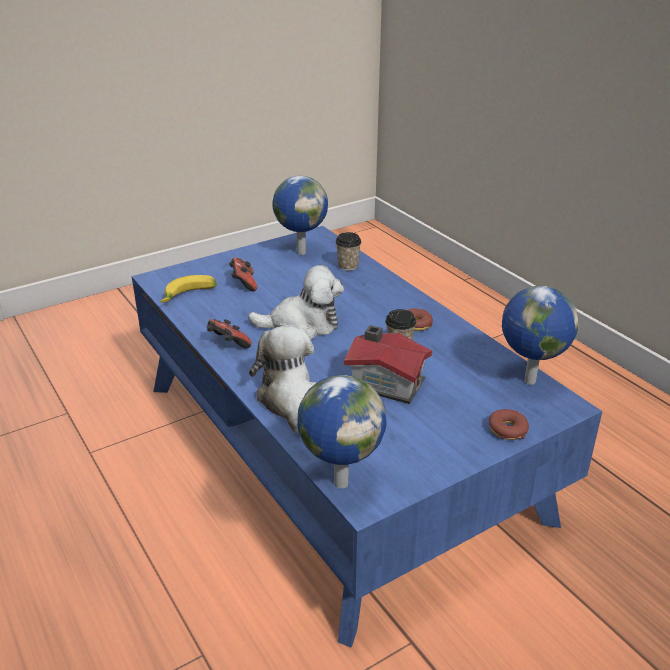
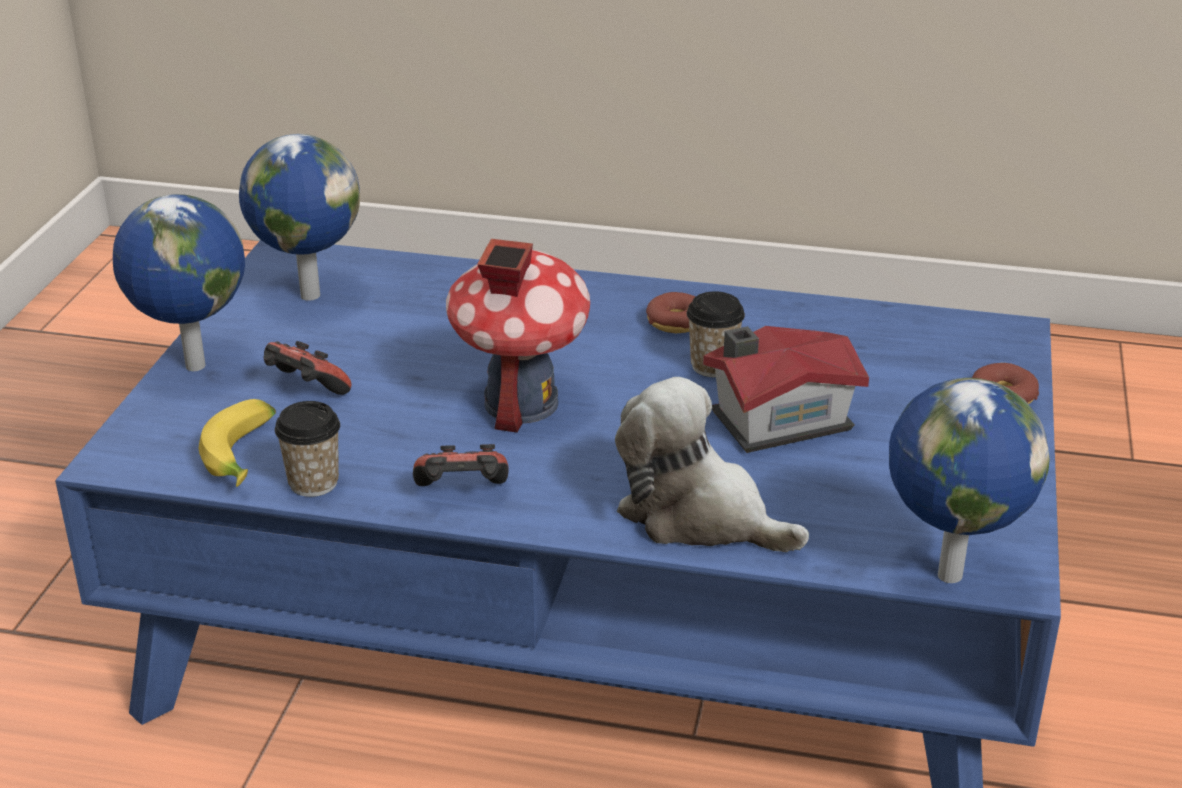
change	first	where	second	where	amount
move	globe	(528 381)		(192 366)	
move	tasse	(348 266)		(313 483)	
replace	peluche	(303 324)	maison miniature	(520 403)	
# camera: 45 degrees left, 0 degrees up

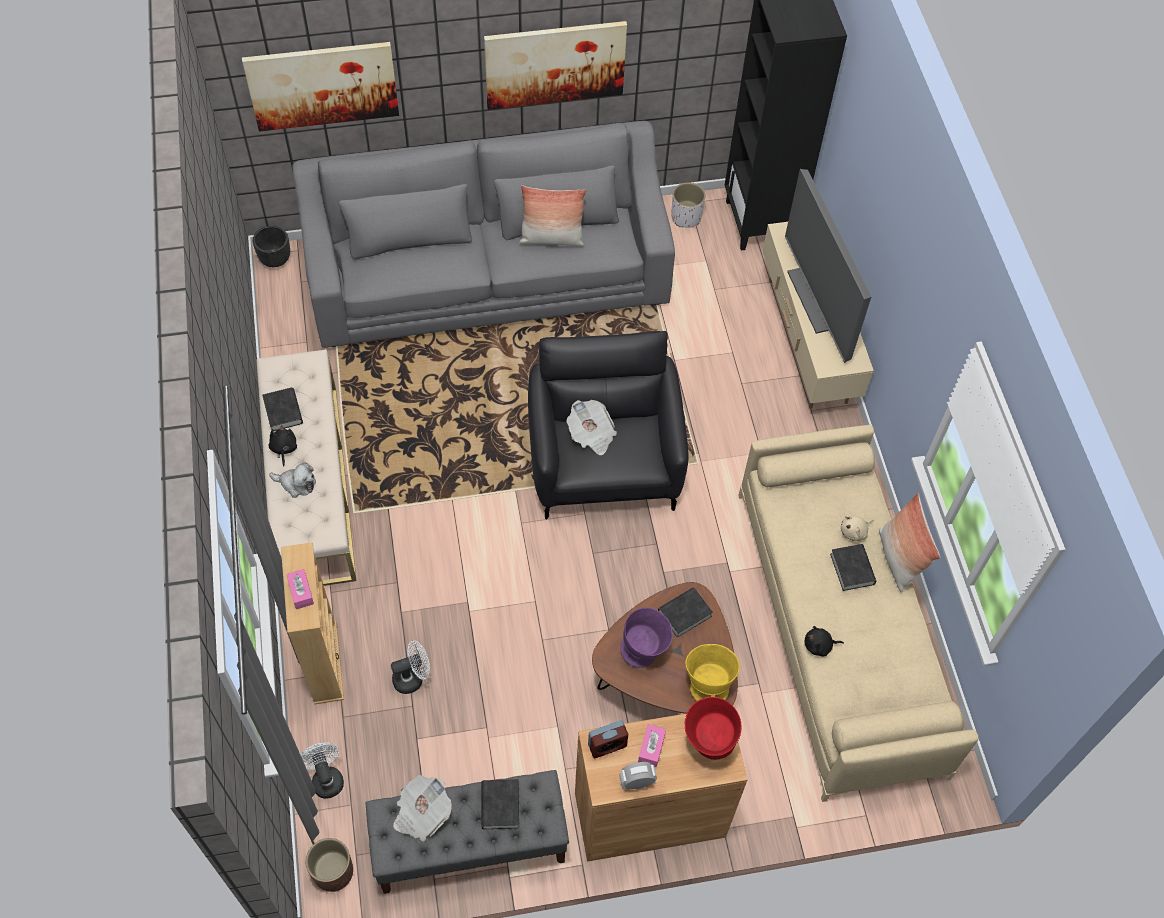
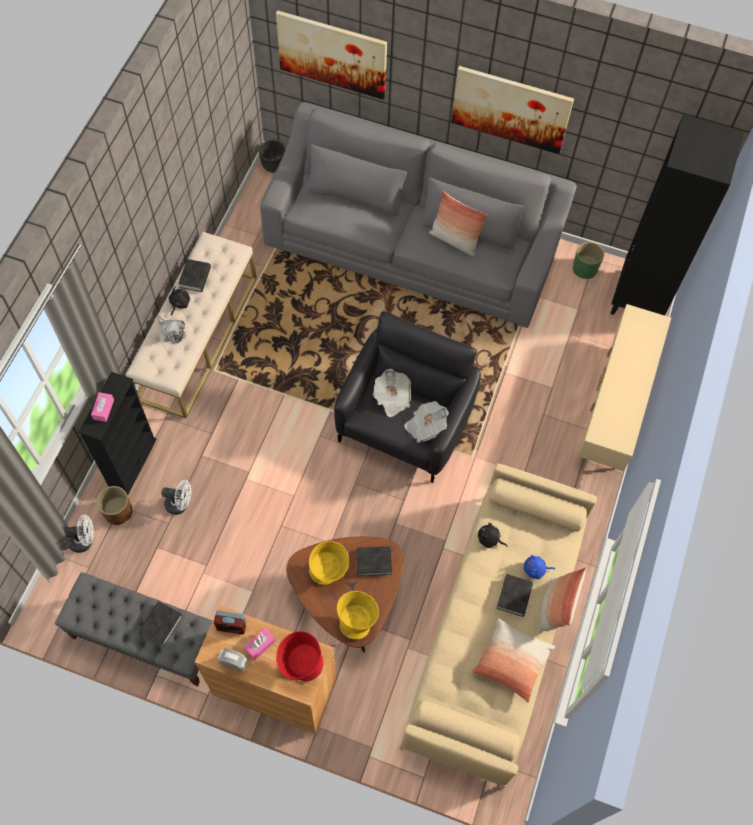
change	first	where	second	where	amount
rotate	ventilateur (blanc)	(326 778)		(84 541)	75 degrees clockwise
recolor	bibliothèque (beige)	(325 662)	bibliothèque (noir)	(132 463)	
move	cache-pot (marron)	(333 872)		(118 512)	
recolor	bol (violet)	(645 650)	bol (jaune)	(329 573)	
move	journal	(421 813)		(425 426)	
insert			coussin	(512 662)	
move	peluche (noir)	(819 646)		(489 539)	
recolor	peluche (beige)	(854 531)	peluche (bleu)	(535 569)	
recolor	cache-pot (blanc)	(686 217)	cache-pot (vert)	(584 269)	
delete	téléviseur	(820 299)			
# camera: 30 degrees right, 5 degrees up

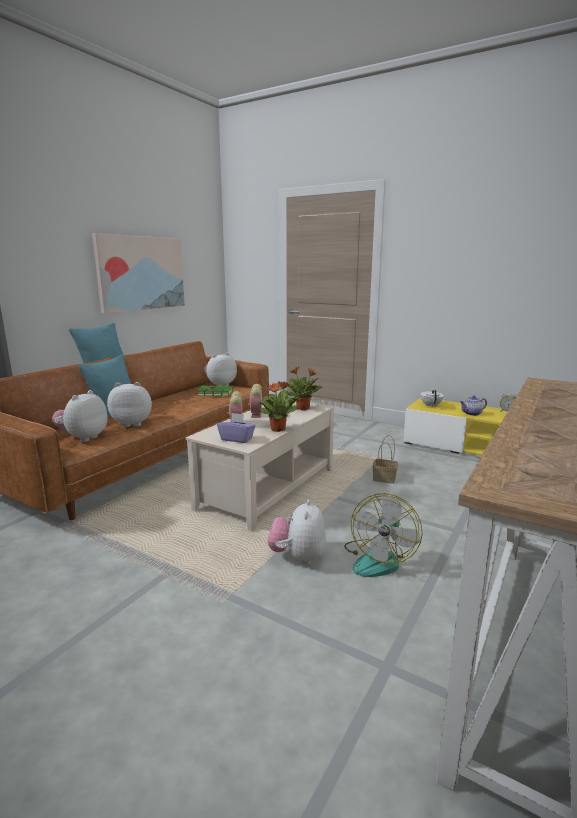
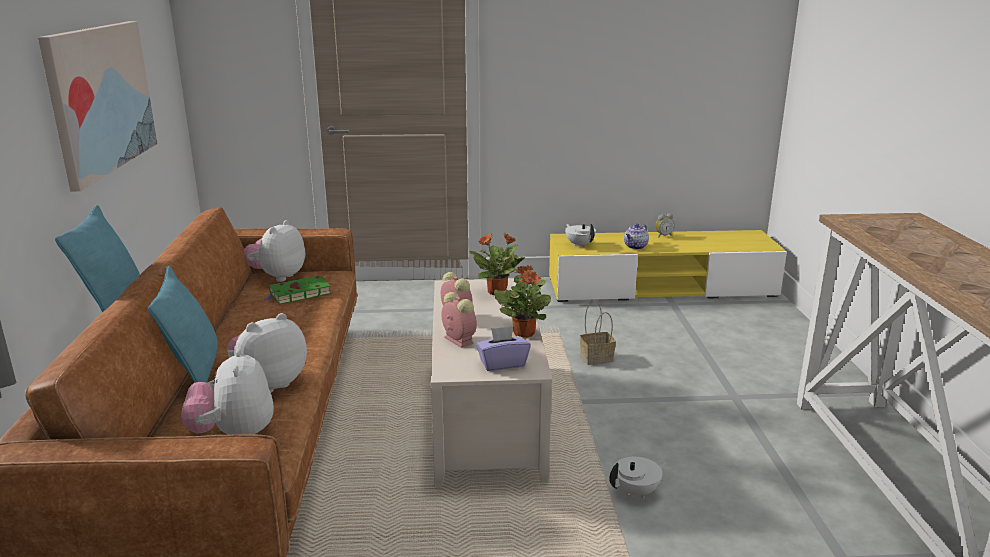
change	first	where	second	where	amount
replace	peluche	(298 557)	théière (blanc)	(637 491)	
delete	ventilateur	(378 559)			
# camera: 35 degrees left, 5 degrees up

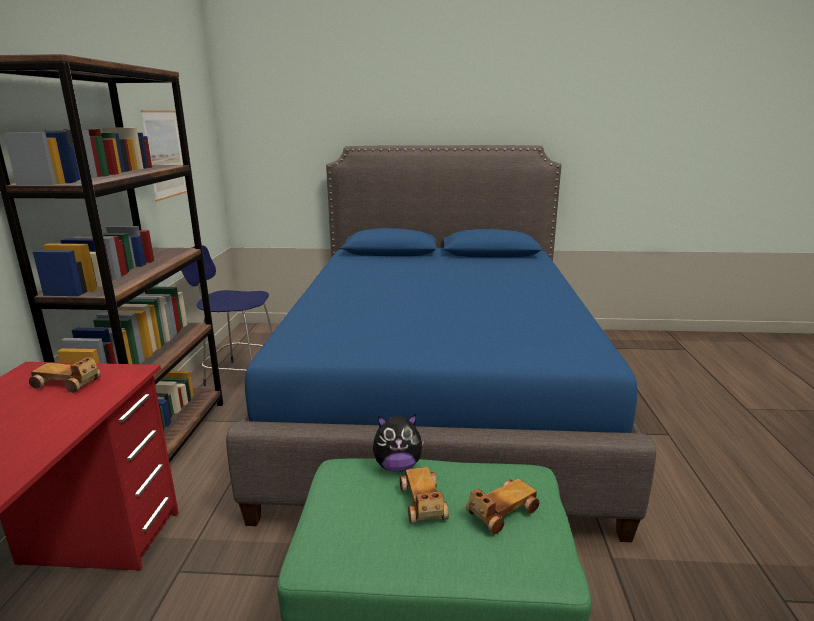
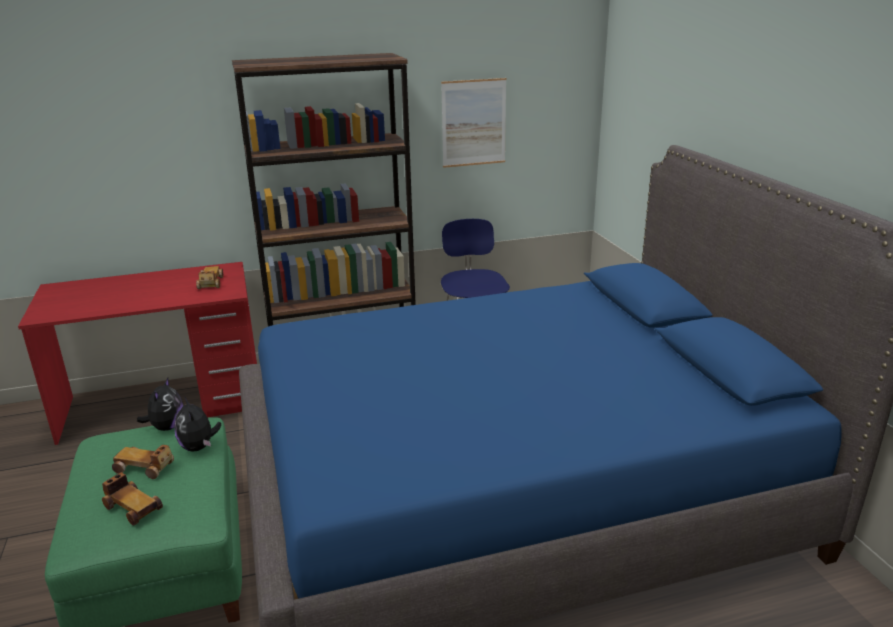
change	first	where	second	where	amount
rotate	petite voiture	(423 504)		(145 468)	135 degrees counterclockwise
insert			peluche	(166 427)	
# camera: 70 degrees right, 5 degrees up

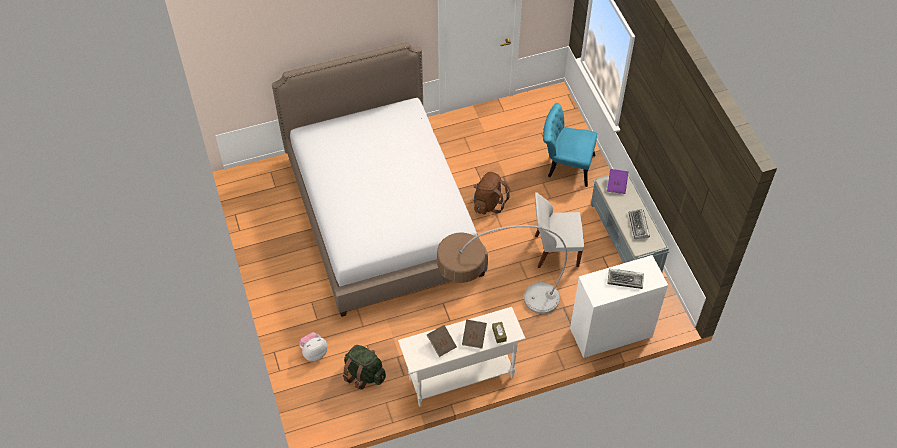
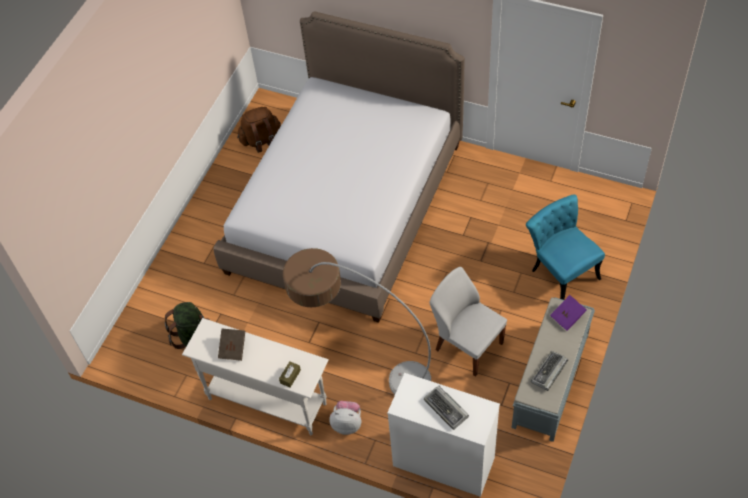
change	first	where	second	where	amount
move	sac à dos (marron)	(488 203)		(261 140)	
move	peluche	(314 352)		(347 423)	
delete	livre (marron)	(474 337)			
# camera: 45 degrees right, 0 degrees up

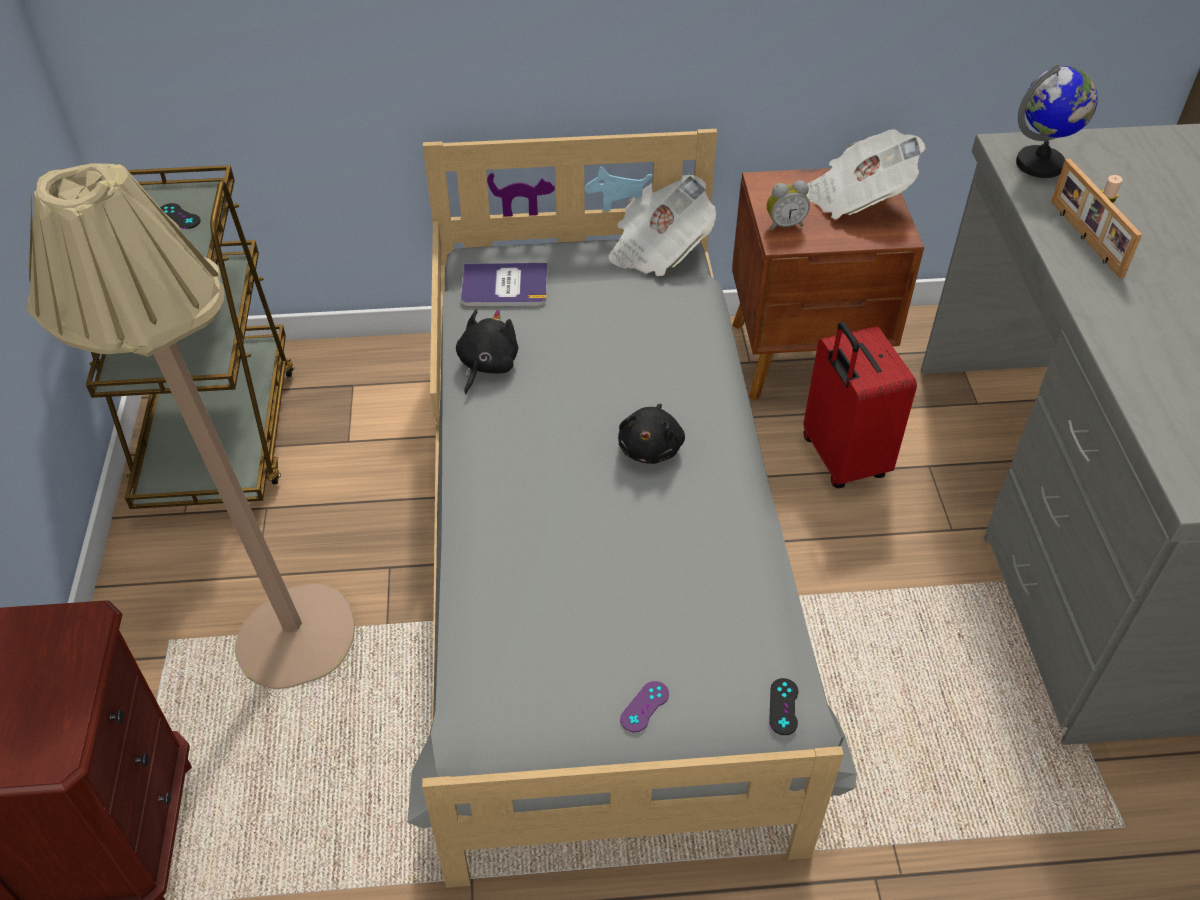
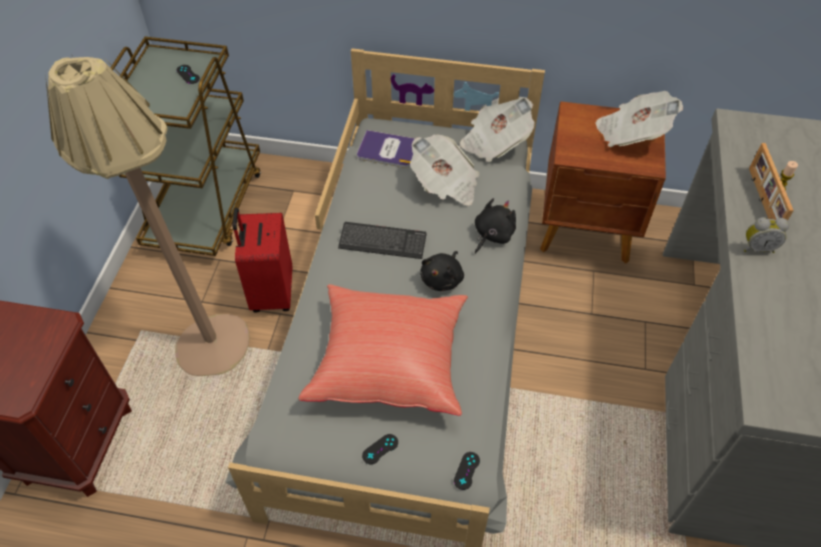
change	first	where	second	where	amount
move	valise (rouge)	(841 459)		(271 293)	
insert			coussin (rouge)	(389 362)	
insert			clavier	(382 242)	
recolor	manette (violet)	(644 707)	manette (noir)	(380 449)	
insert			journal	(445 184)	
move	peluche (noir)	(486 366)		(492 235)	
move	réveil	(784 225)		(757 247)	
delete	globe	(1040 164)			
# camera: 15 degrees right, 5 degrees up

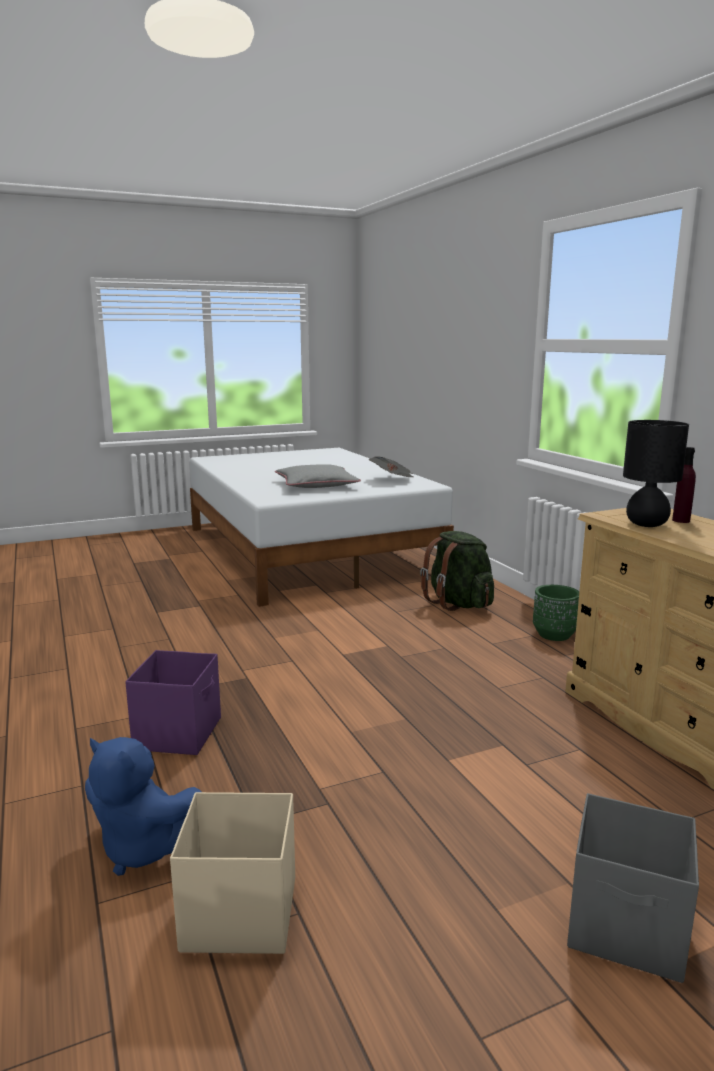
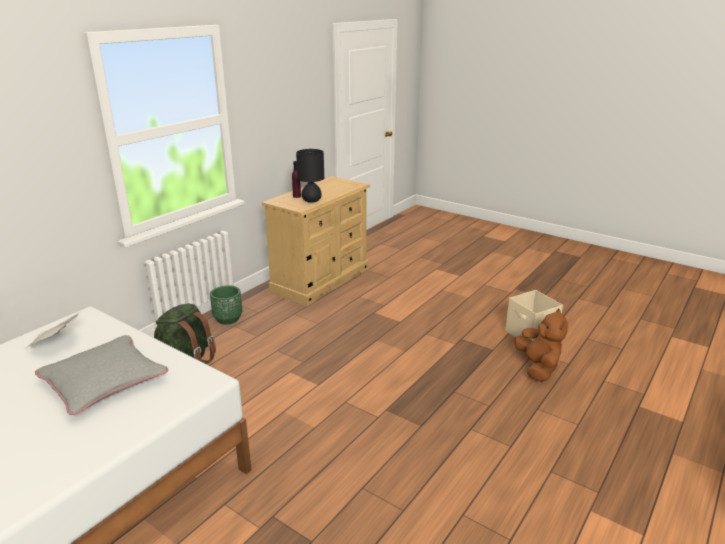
change	first	where	second	where	amount
recolor	peluche (bleu)	(146 848)	peluche (marron)	(538 367)	
delete	boîte de rangement (violet)	(179 733)			
delete	boîte de rangement (gris)	(628 929)			
# camera: 120 degrees left, 10 degrees up

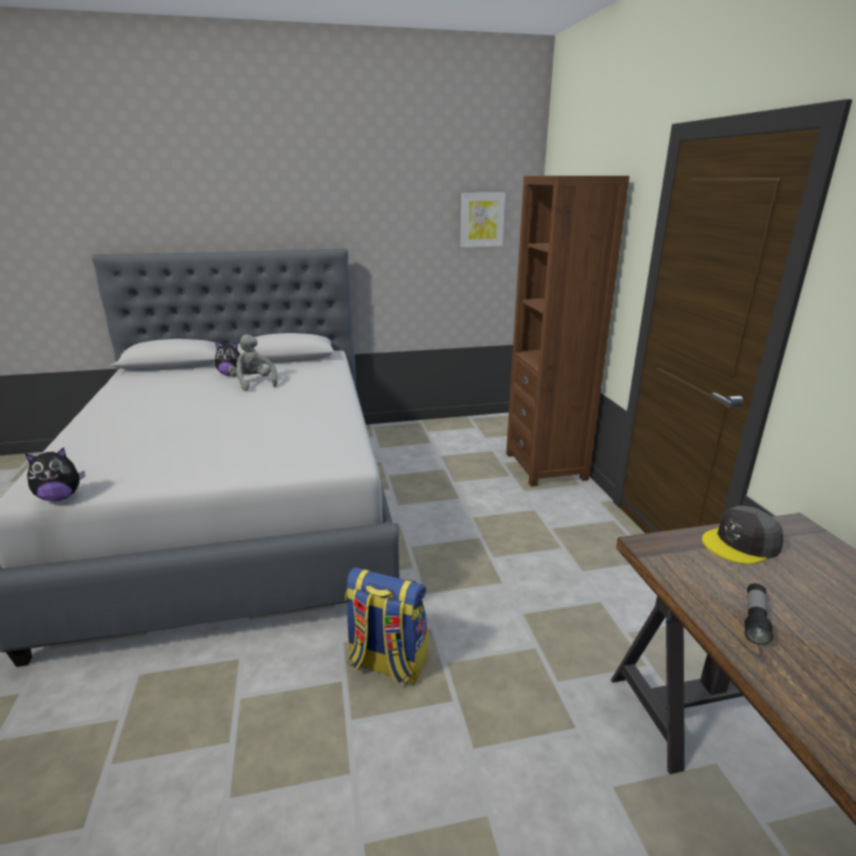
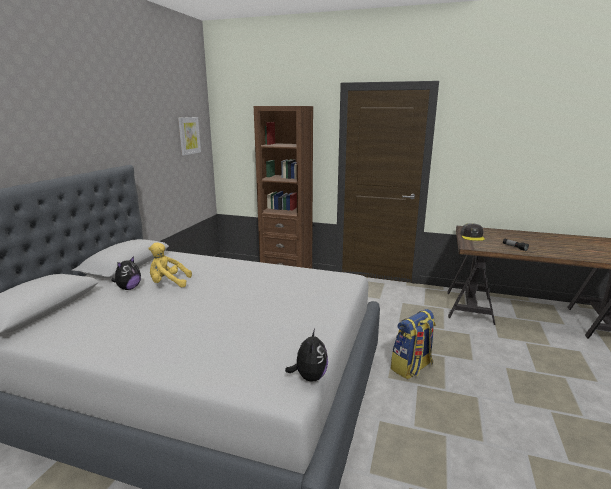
change	first	where	second	where	amount
recolor	peluche (gris)	(253 383)	peluche (jaune)	(168 283)	
# camera: 60 degrees left, 5 degrees down

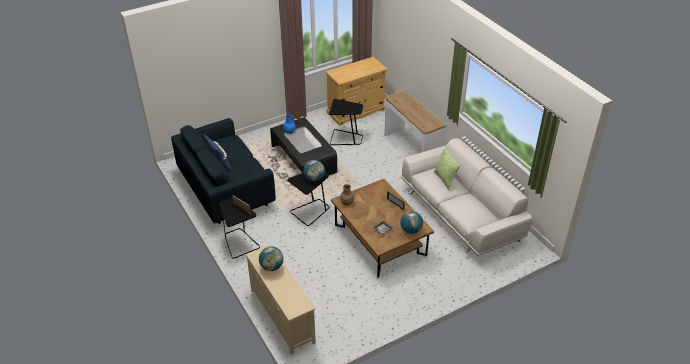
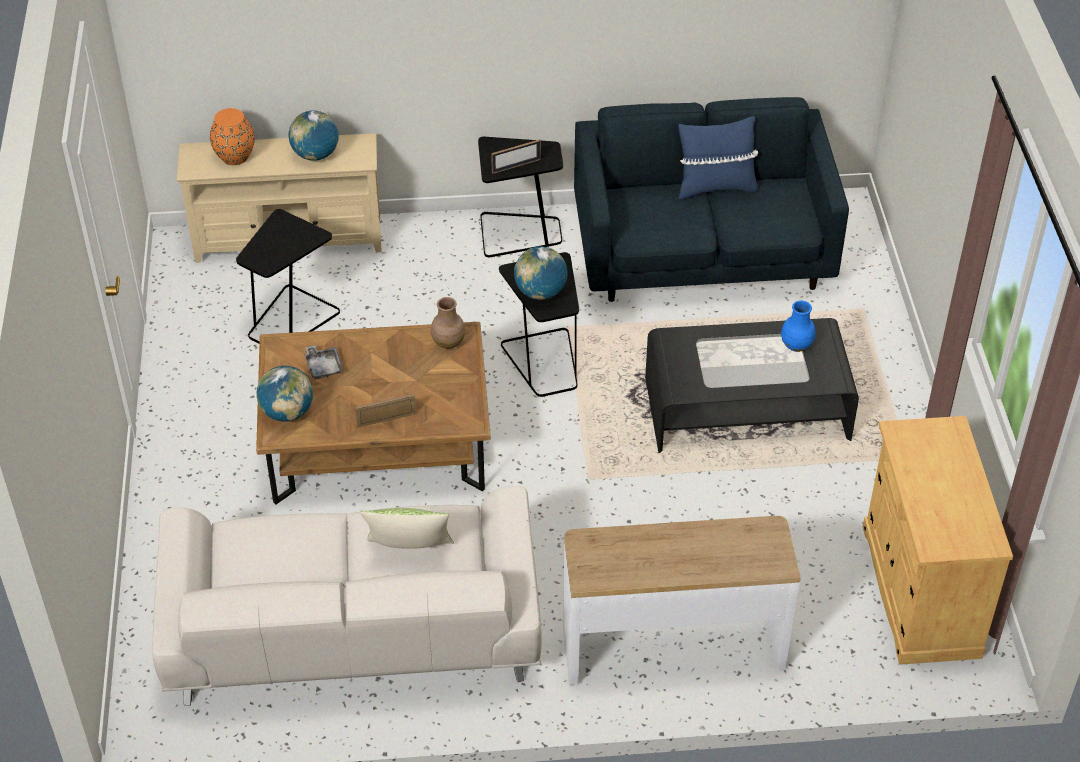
change	first	where	second	where	amount
insert			vase (orange)	(235 156)	
move	table d'appoint (noir)	(345 138)		(290 320)	
# camera: 115 degrees right, 5 degrees up

